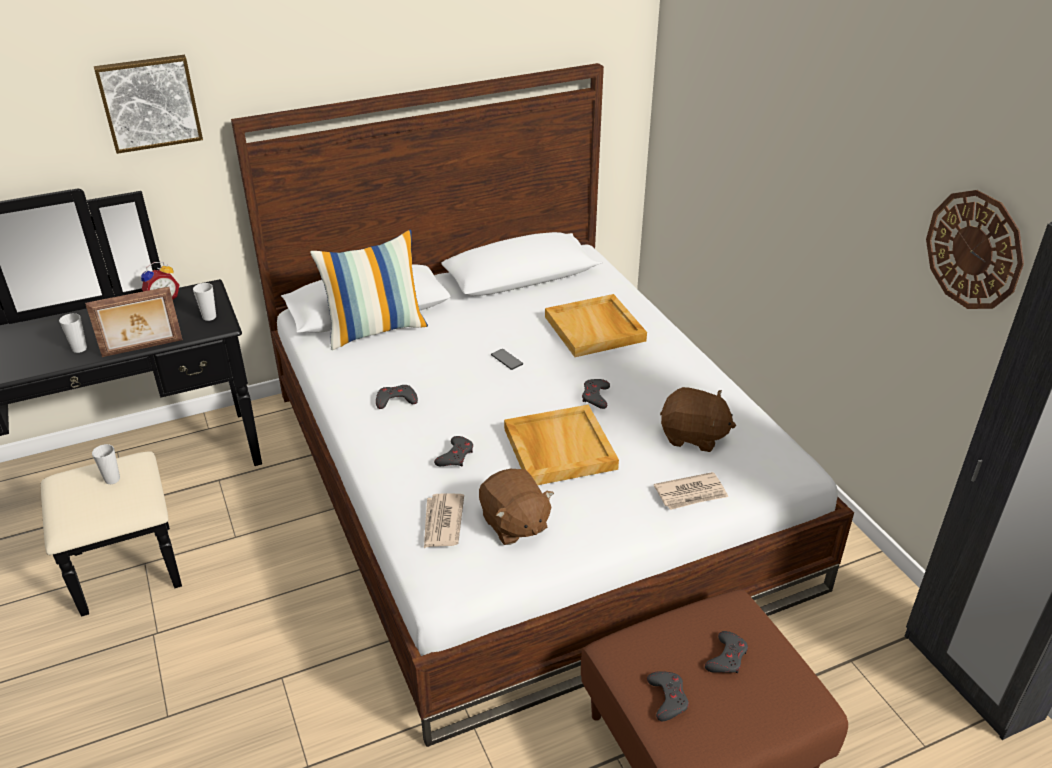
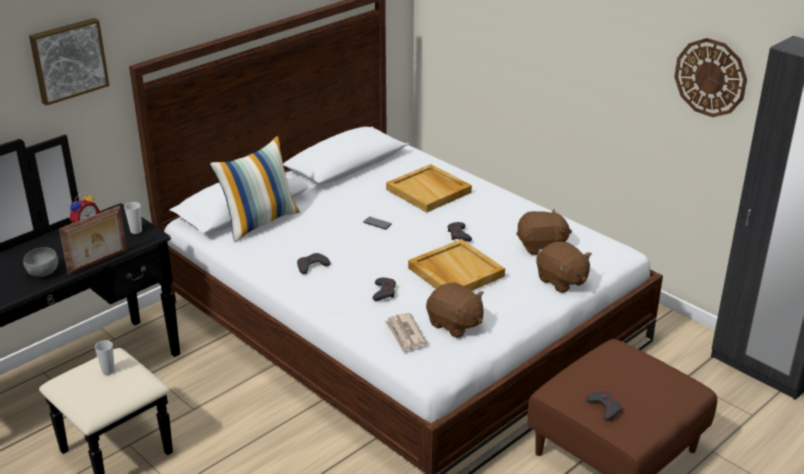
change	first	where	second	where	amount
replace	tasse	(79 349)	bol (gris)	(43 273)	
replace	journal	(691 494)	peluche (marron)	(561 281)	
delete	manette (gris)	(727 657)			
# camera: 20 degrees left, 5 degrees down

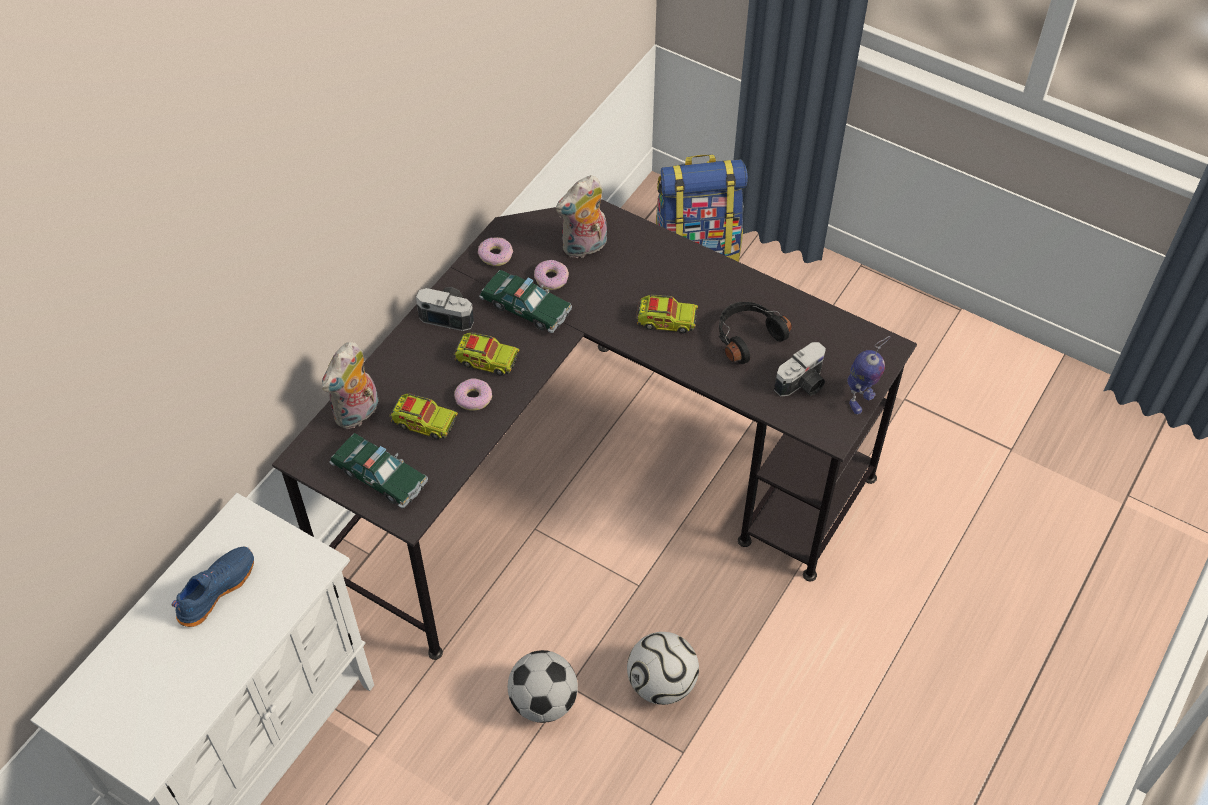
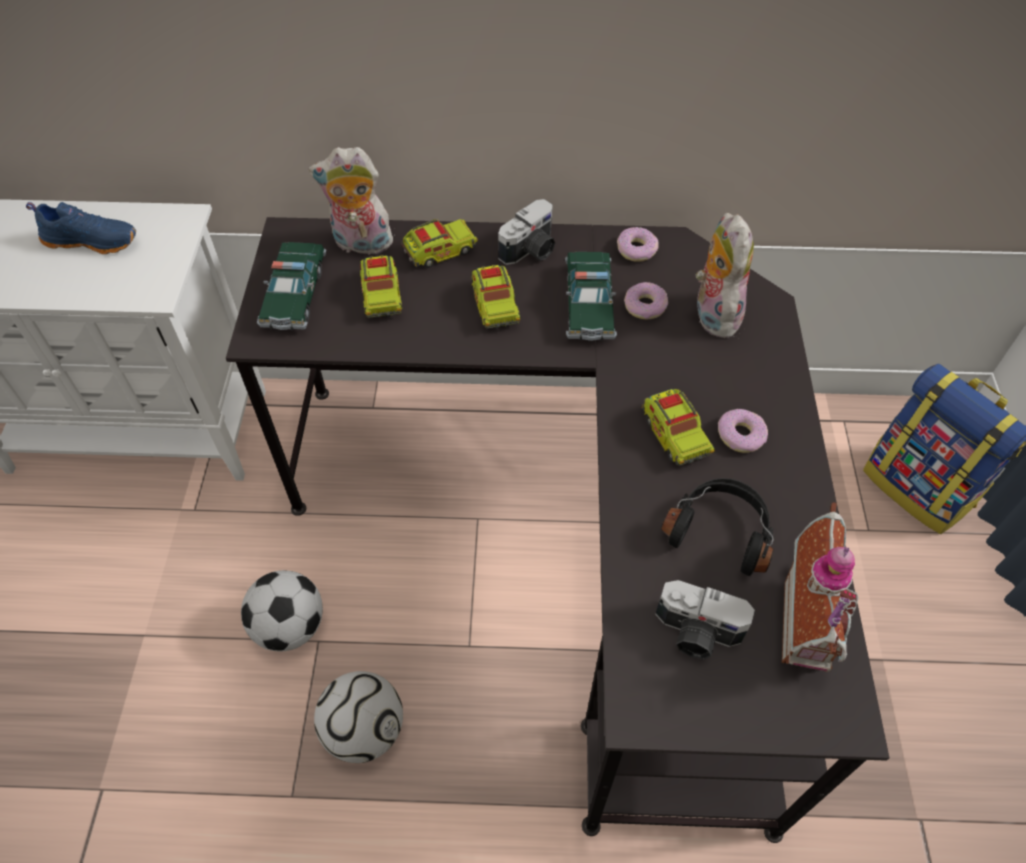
change	first	where	second	where	amount
insert			camion jouet	(439 251)	
rotate	appareil photo	(448 314)		(531 250)	60 degrees clockwise
rotate	peluche	(584 247)		(712 313)	60 degrees clockwise
move	beignet	(473 398)		(741 435)	
insert			maison miniature	(812 624)	
delete	robot jouet	(860 397)			
# camera: 60 degrees right, 0 degrees up

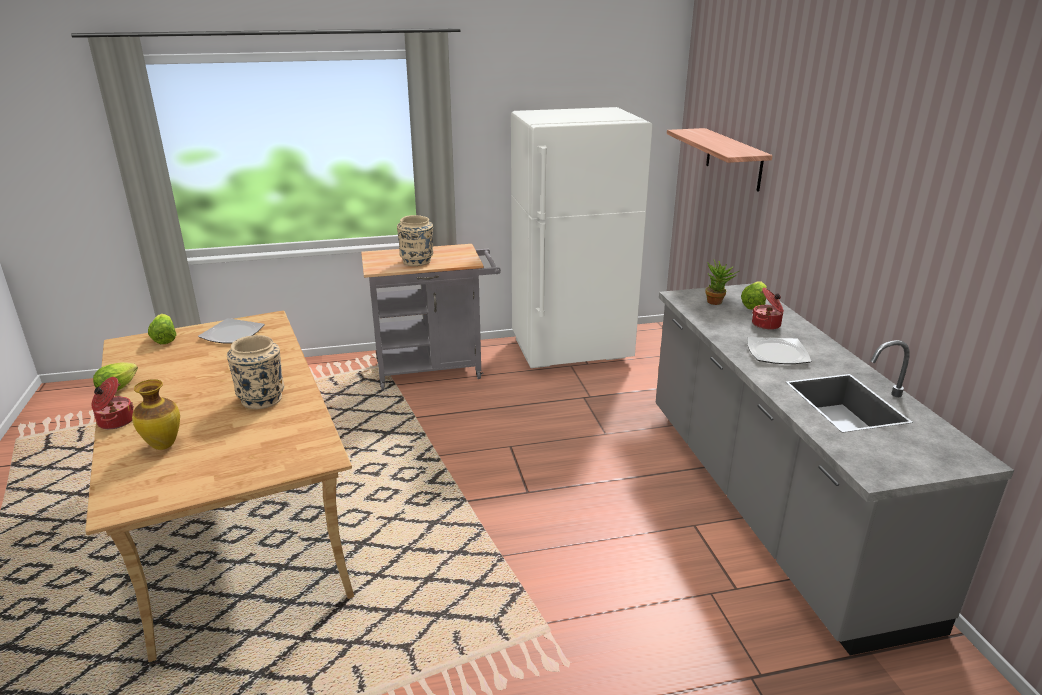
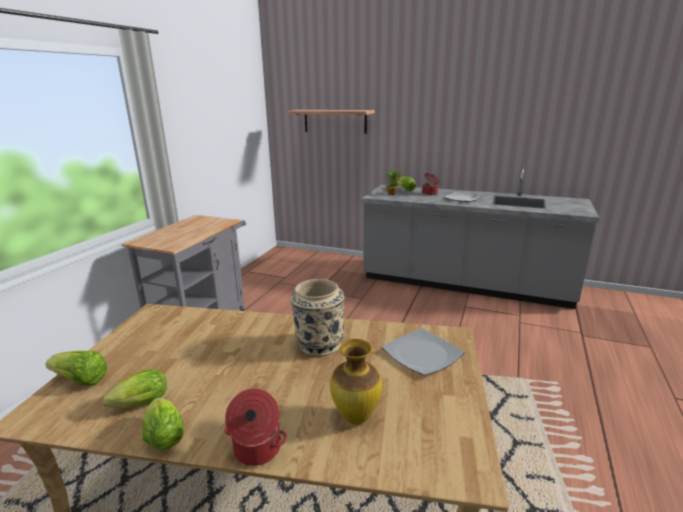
change	first	where	second	where	amount
insert			laitue	(138 405)	
move	assiette	(231 334)		(422 354)	
delete	vase (beige)	(417 261)			
delete	réfrigérateur (blanc)	(571 352)			
# camera: 55 degrees left, 5 degrees down

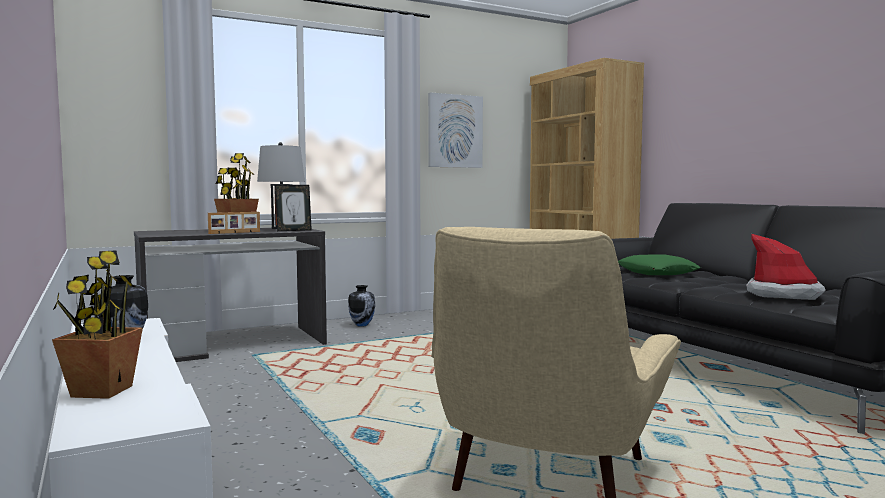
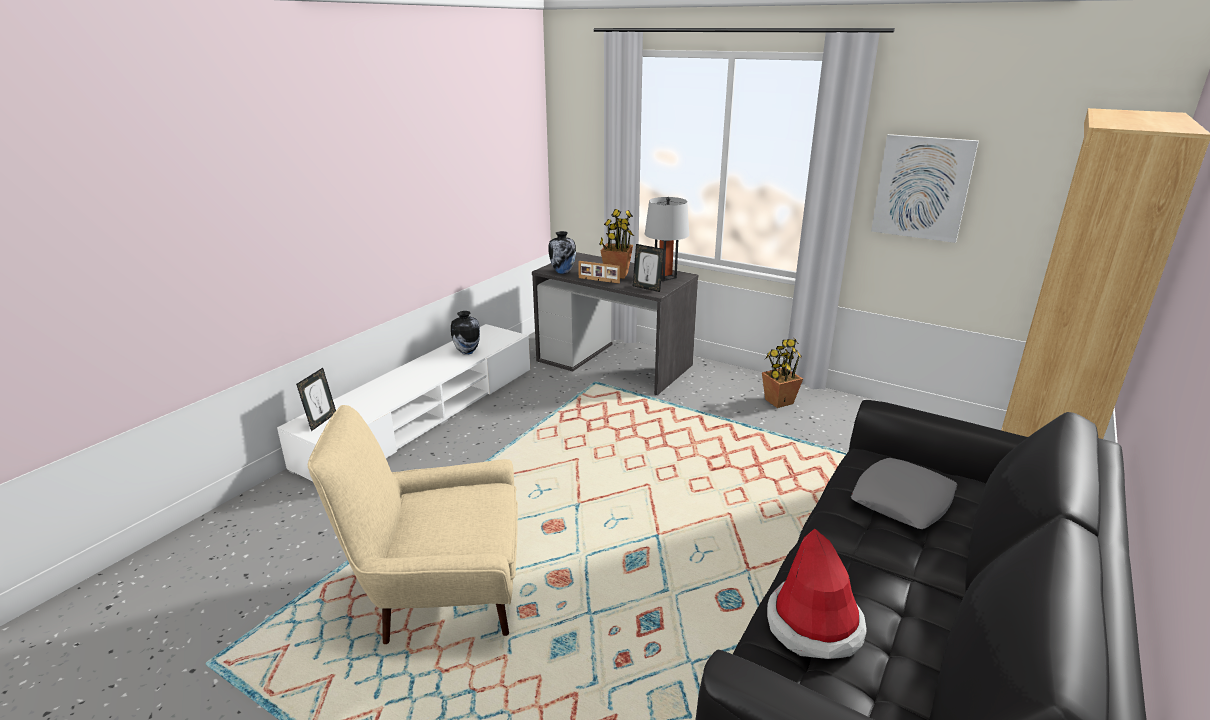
change	first	where	second	where	amount
insert			cadre photo	(321 421)	
move	vase	(362 325)		(563 272)	
move	plante en pot	(101 391)		(778 401)	
recolor	coussin (vert)	(657 273)	coussin (gris)	(902 500)	
# camera: 60 degrees right, 20 degrees up

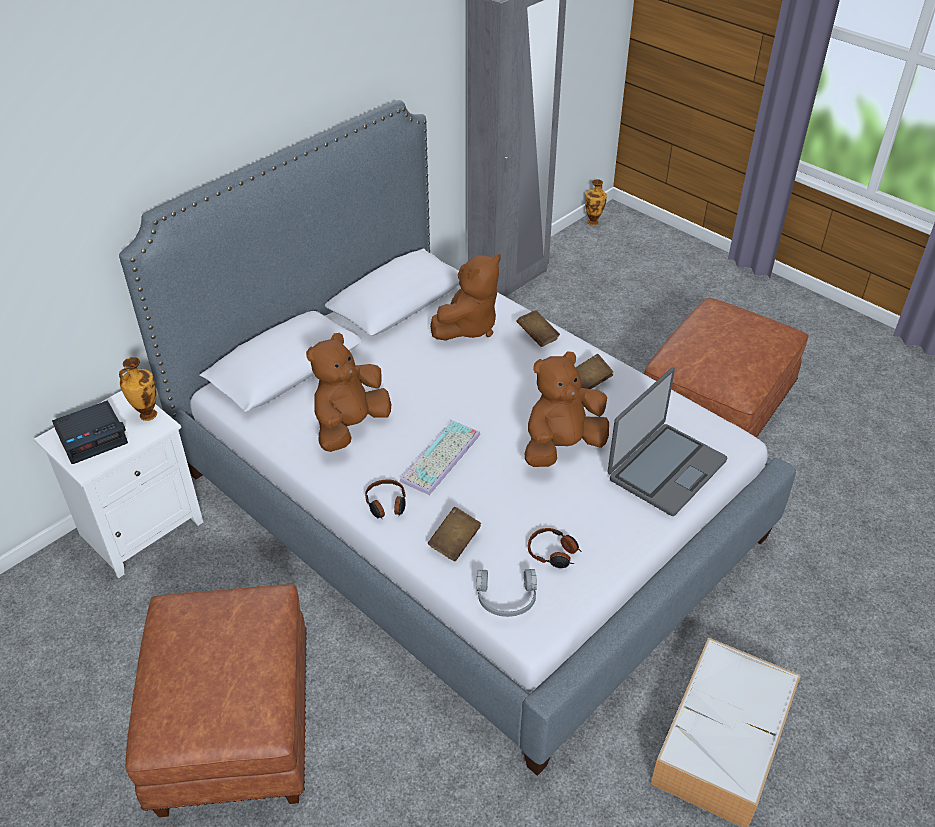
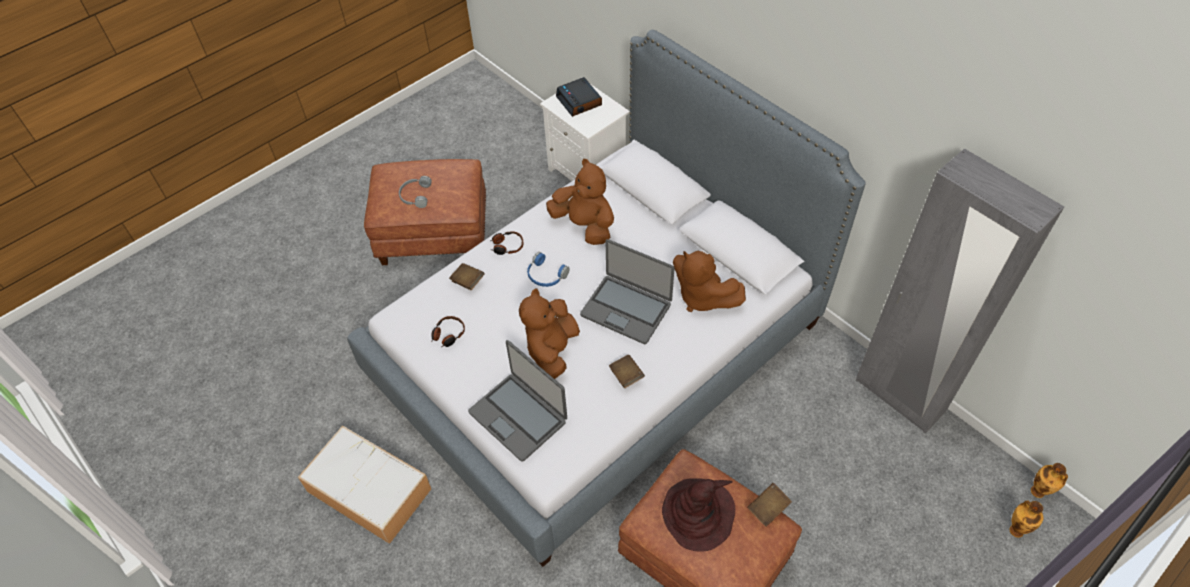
change	first	where	second	where	amount
move	casque audio (gris)	(506 599)		(415 195)	
rotate	peluche (marron)	(562 447)		(552 350)	135 degrees counterclockwise
replace	clavier	(441 459)	casque audio (bleu)	(545 276)	
insert			ordinateur portable	(626 309)	
insert			chapeau (marron)	(698 514)	
move	livre (marron)	(537 336)		(768 509)	
move	vase	(147 415)		(1016 529)	
# camera: 95 degrees right, 10 degrees up

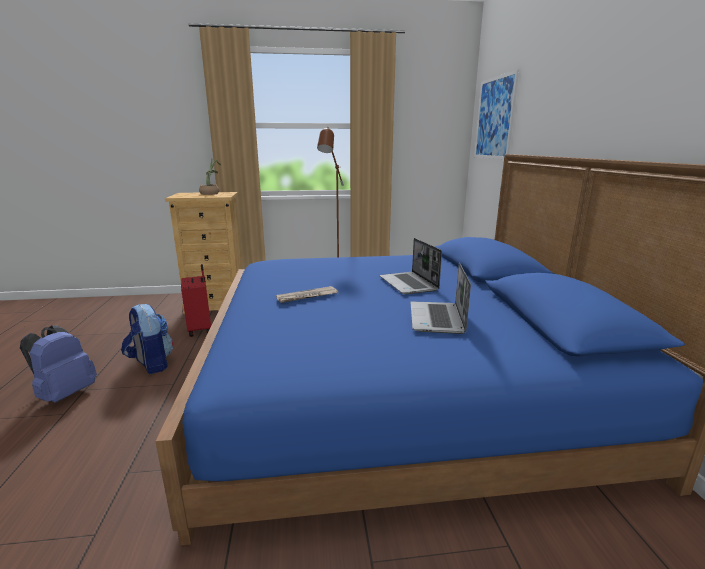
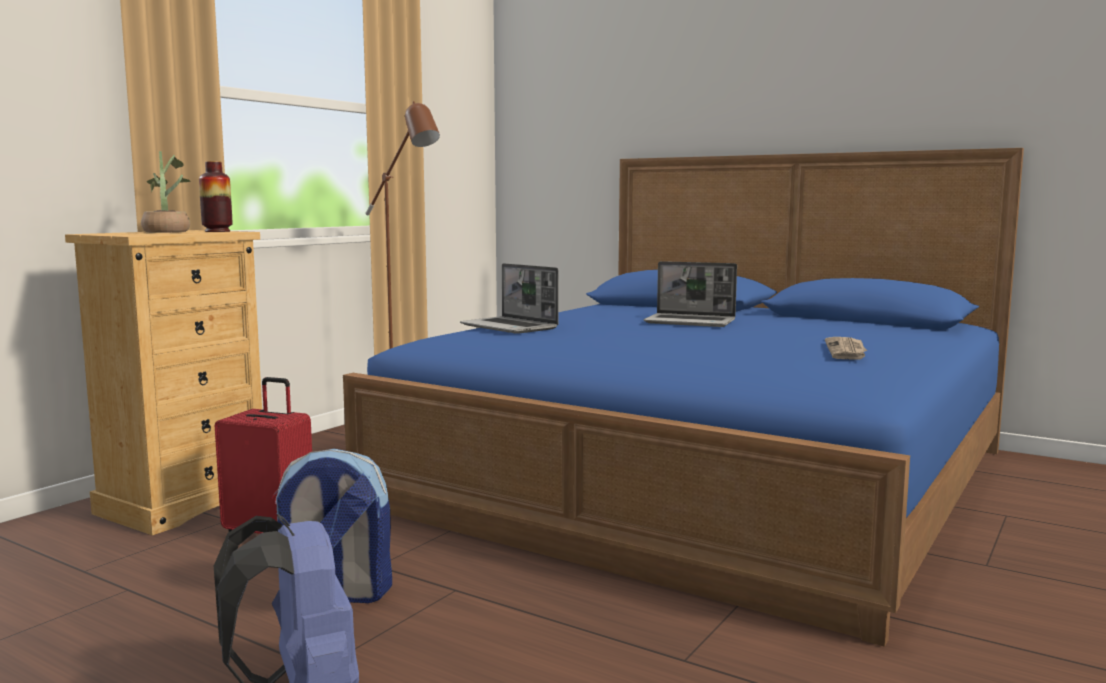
change	first	where	second	where	amount
insert			vase	(217 231)	
move	ordinateur portable	(437 319)		(510 327)	
move	journal	(307 296)		(847 351)	
delete	tableau	(494 118)			
# camera: 50 degrees left, 10 degrees down

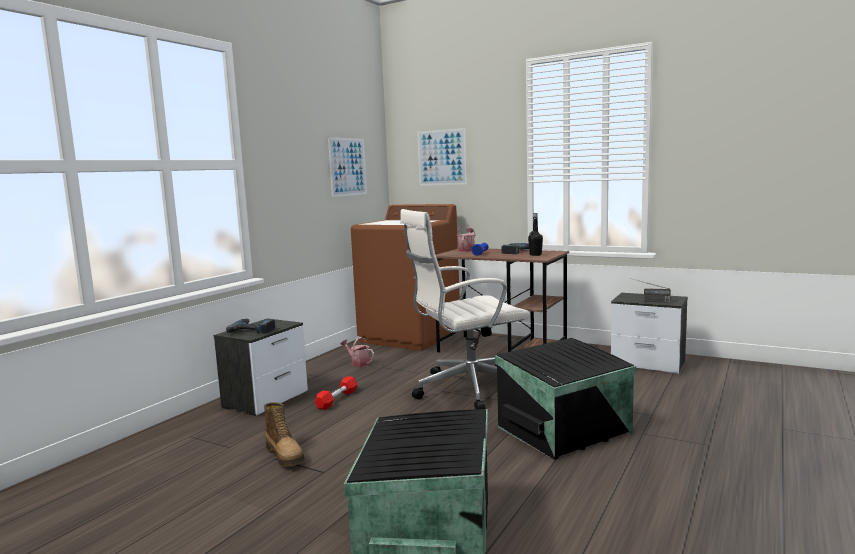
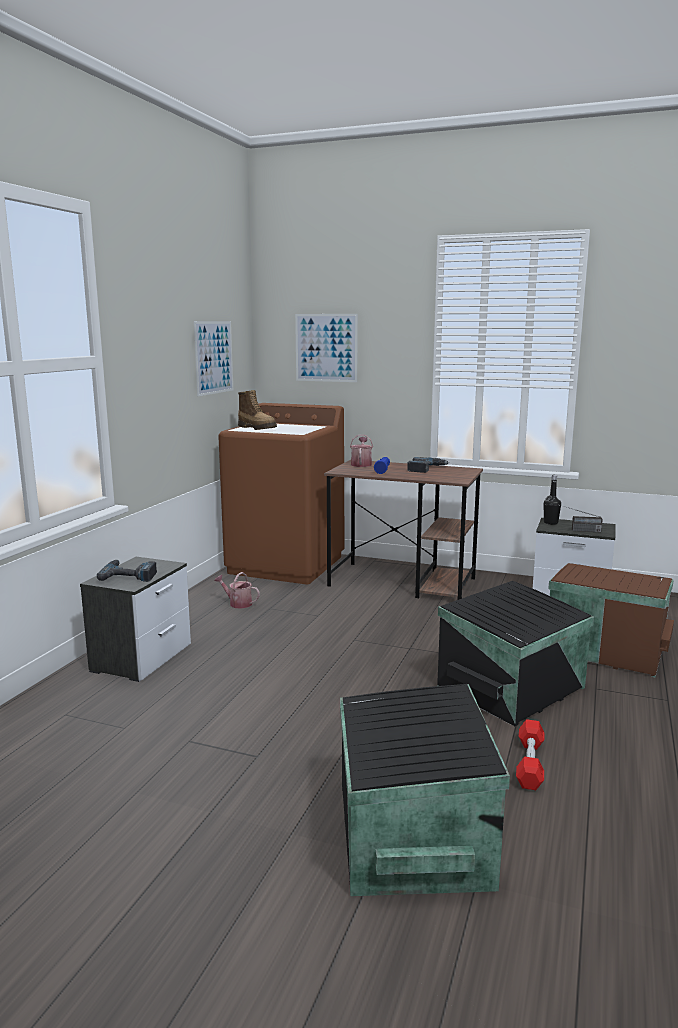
change	first	where	second	where	amount
move	botte	(285 456)		(258 428)	
move	haltère (rouge)	(337 399)		(530 764)	
move	bouteille (noir)	(535 255)		(550 523)	
insert			boîte de rangement (marron)	(604 647)	
delete	chaise de bureau (blanc)	(467 389)			
# camera: 10 degrees left, 5 degrees up

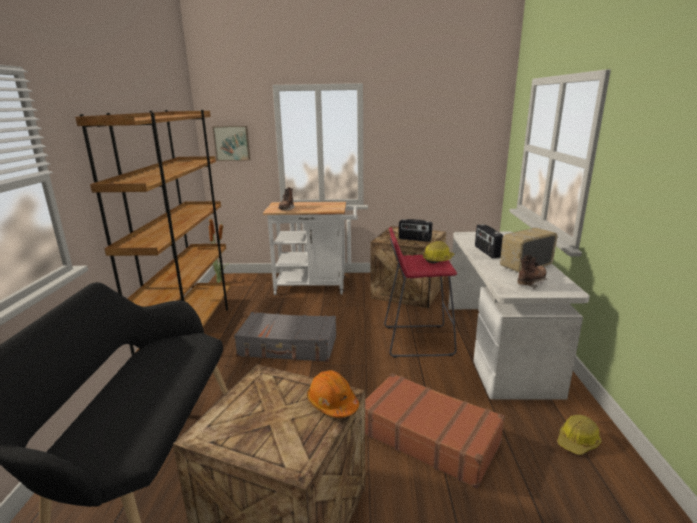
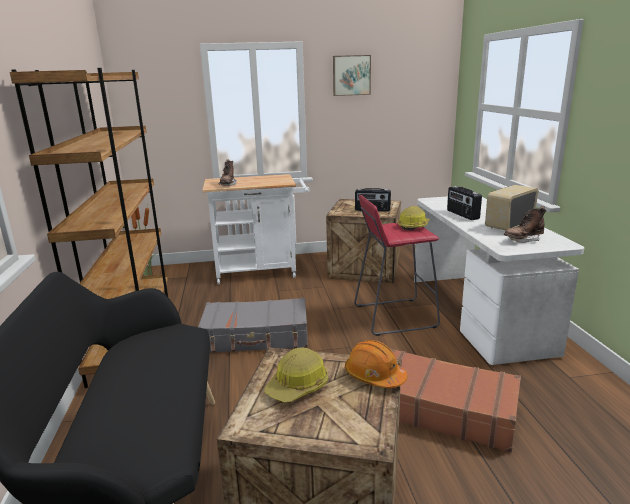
change	first	where	second	where	amount
move	casque de chantier	(577 441)		(298 386)	
move	tableau	(232 143)		(351 75)	
rotate	botte (marron)	(531 283)		(523 240)	150 degrees counterclockwise
# camera: 10 degrees left, 0 degrees up

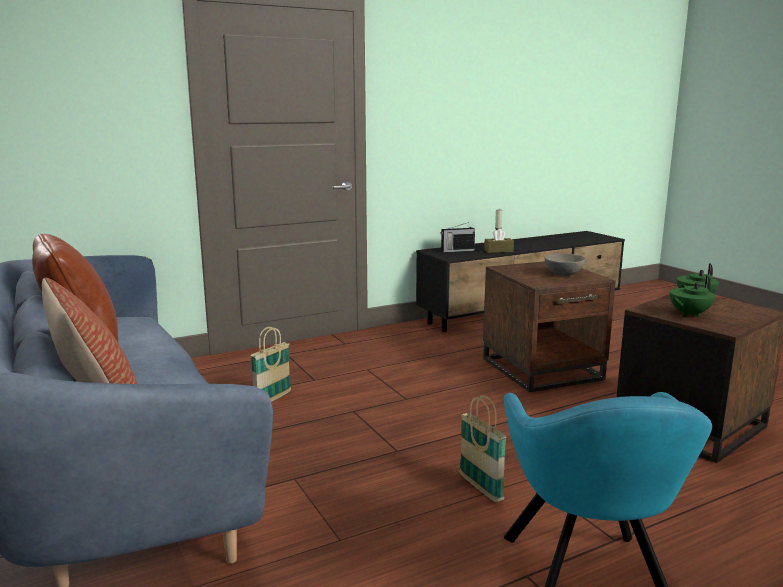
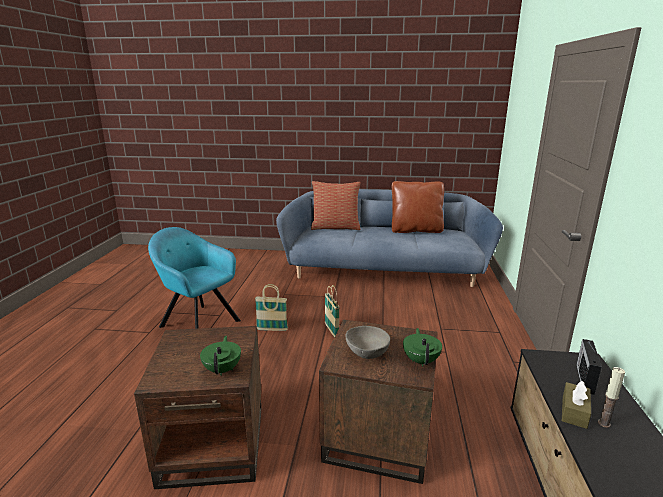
change	first	where	second	where	amount
move	panier	(272 399)		(331 331)	
move	théière (vert)	(688 314)		(421 360)	
# camera: 125 degrees right, 5 degrees up

